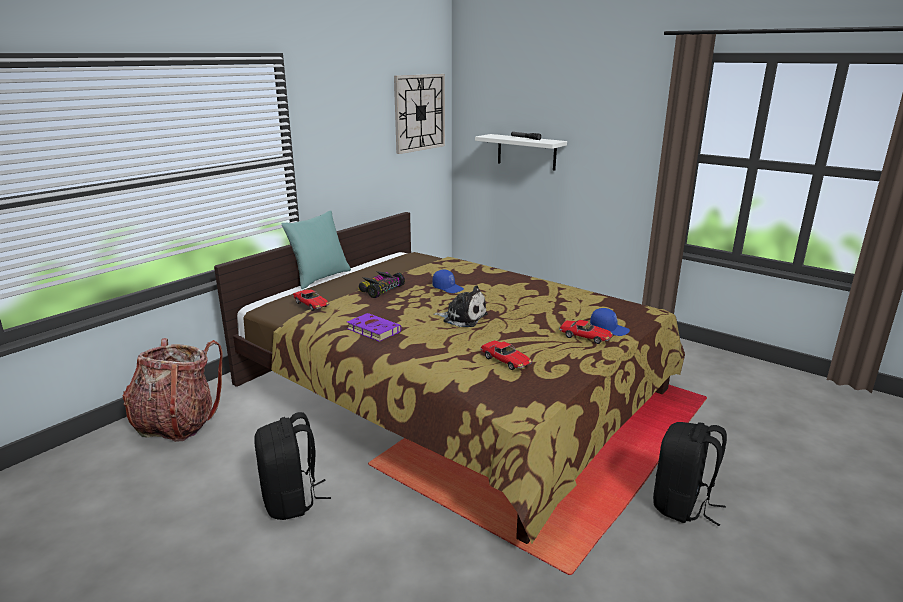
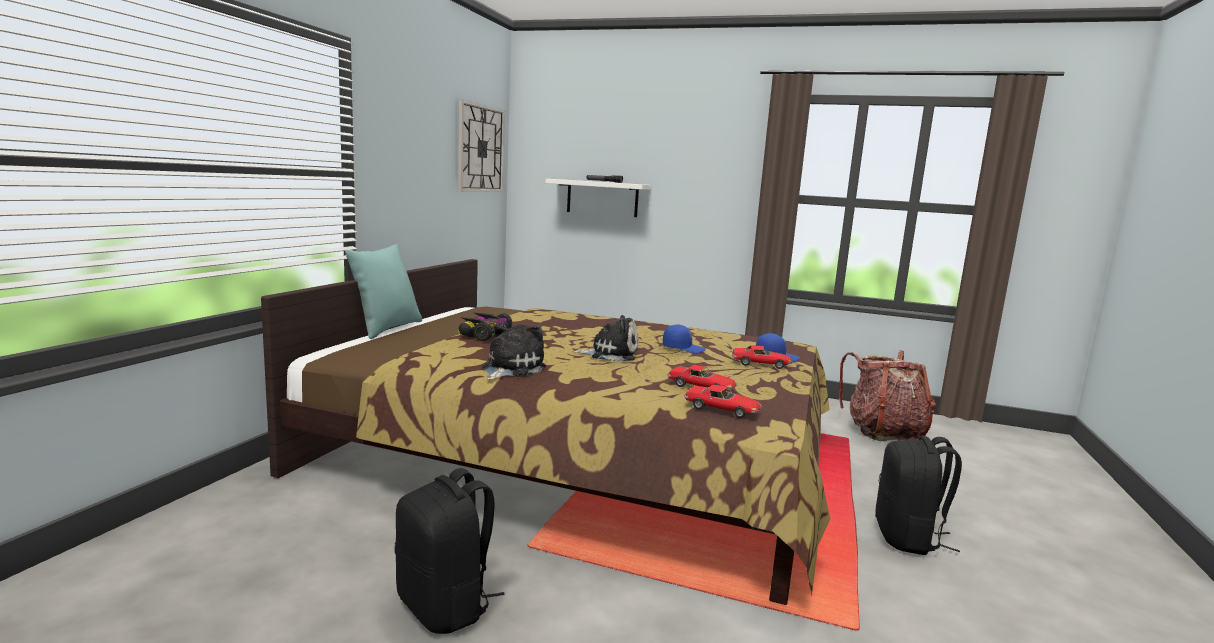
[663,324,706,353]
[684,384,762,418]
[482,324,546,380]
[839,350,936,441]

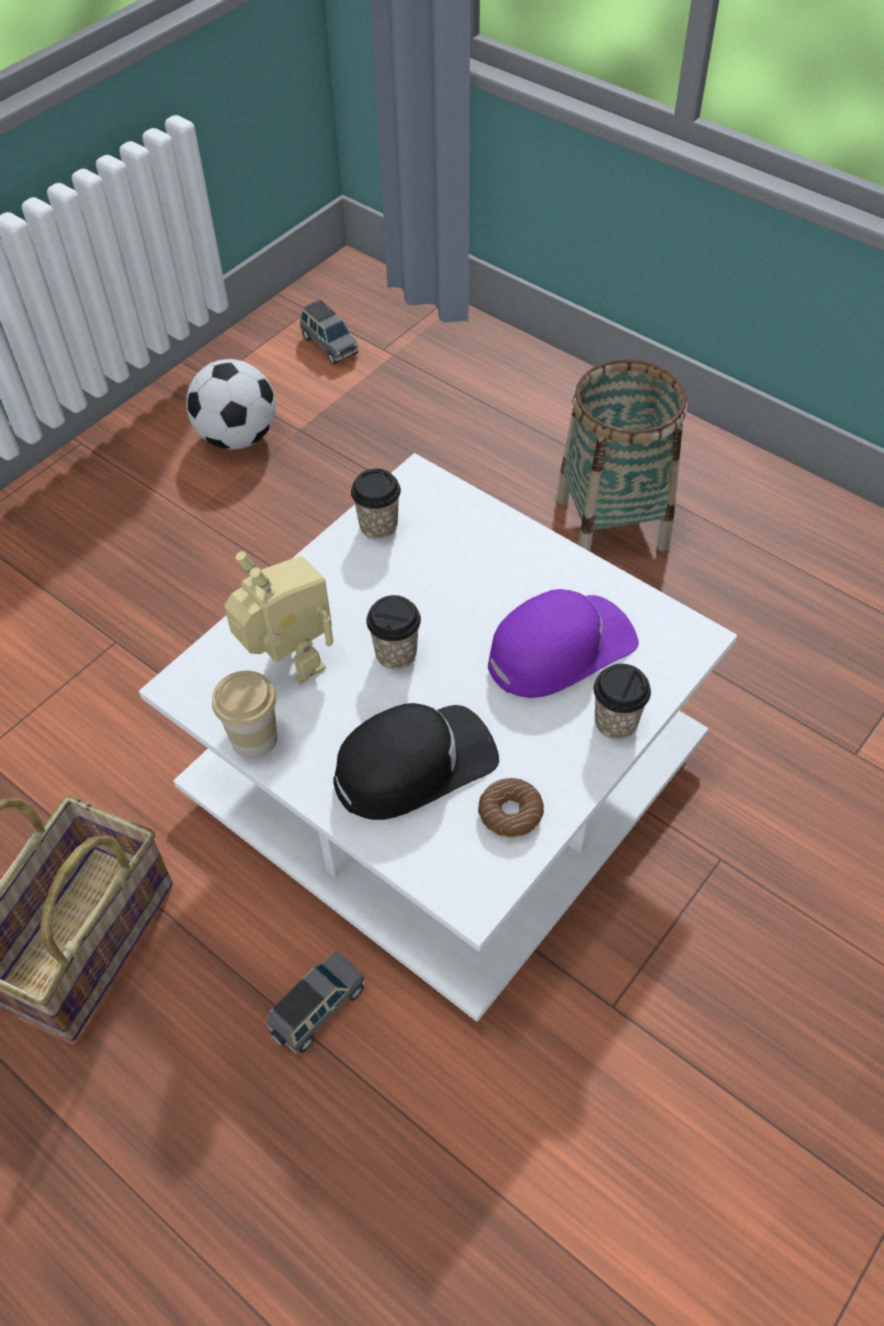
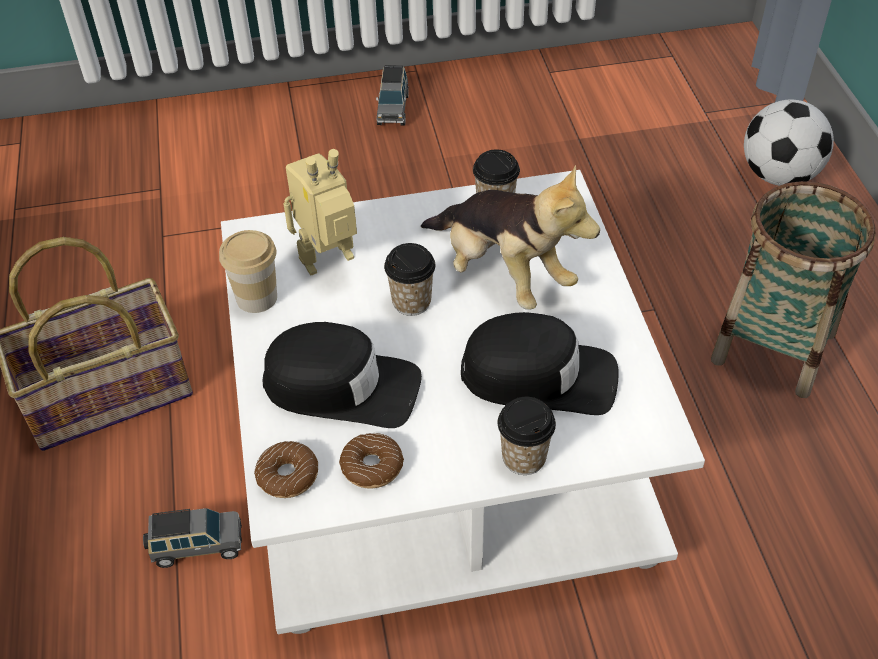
[376,65,409,126]
[744,99,834,186]
[283,149,357,276]
[461,312,619,415]
[421,165,600,310]
[254,441,318,498]

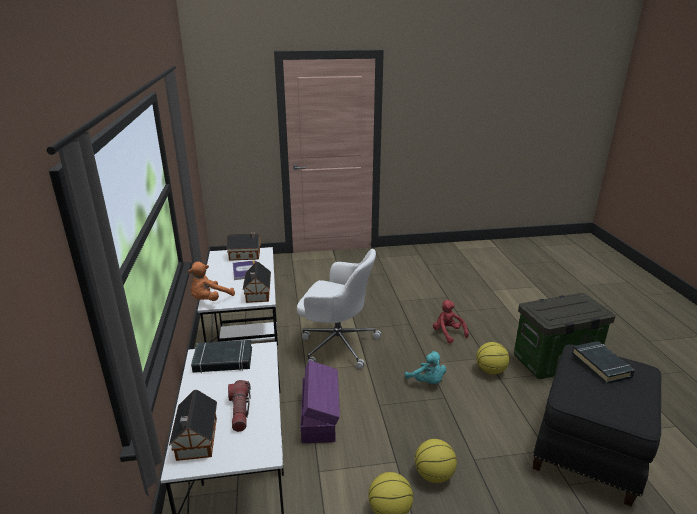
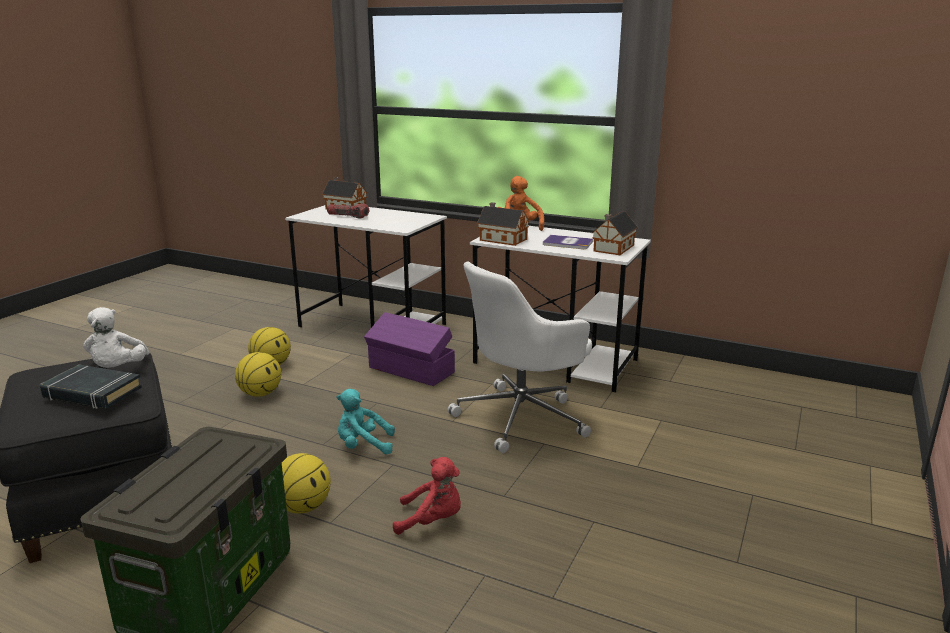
[191,340,252,373] (first image)
[83,307,150,368]

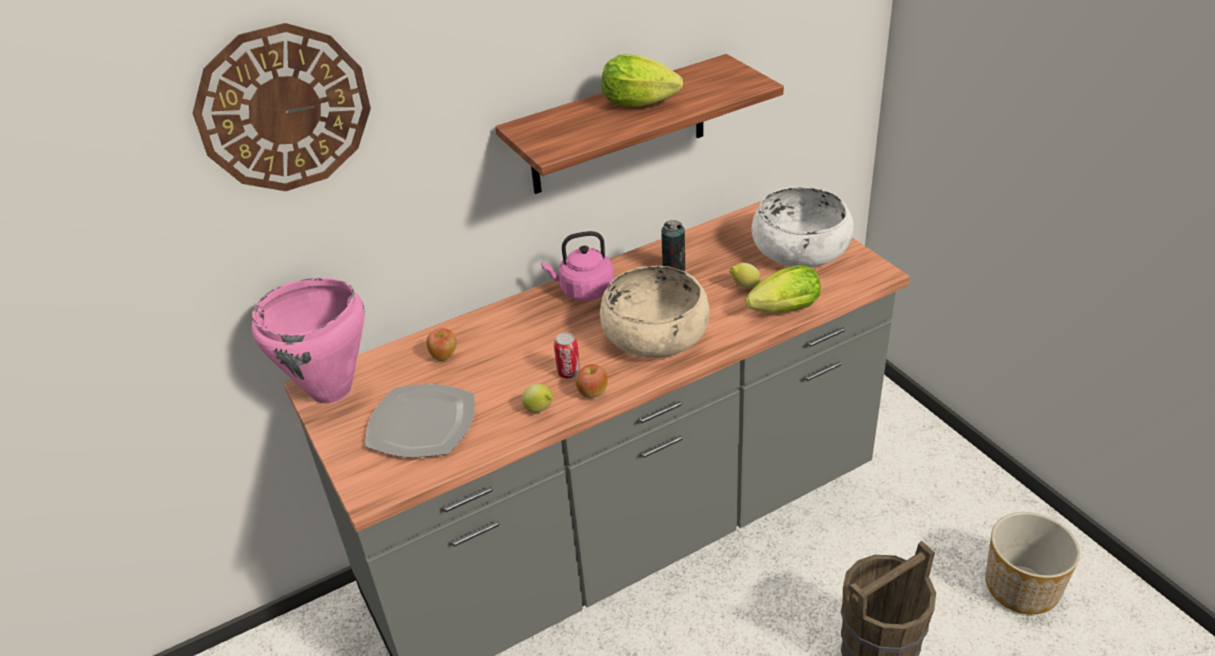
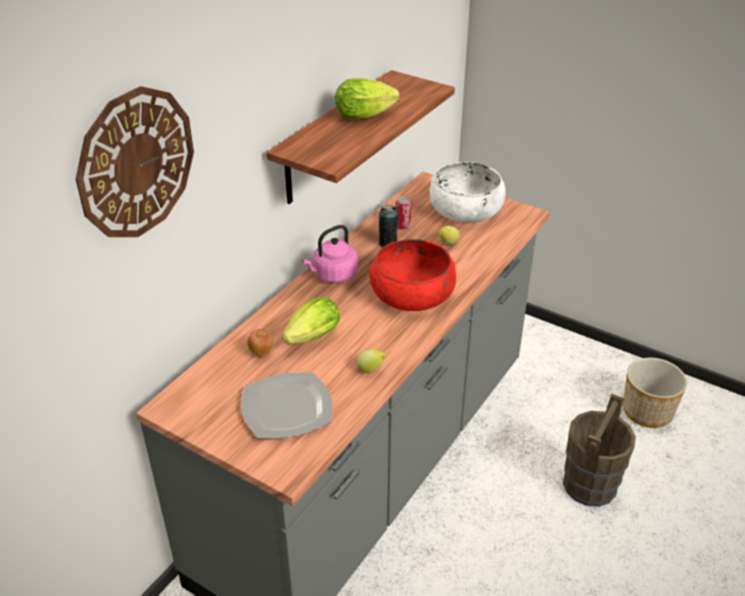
[282,297,340,344]
[369,239,456,311]
[252,278,365,403] (first image)
[395,197,411,229]
[575,364,608,398] (first image)

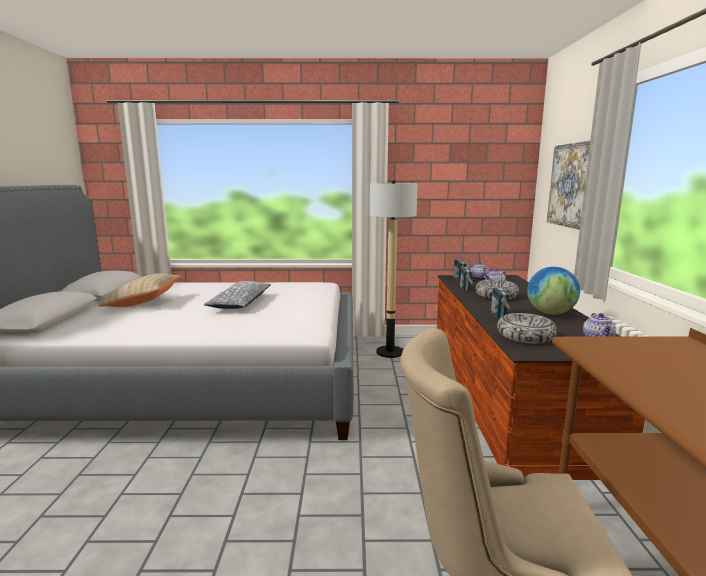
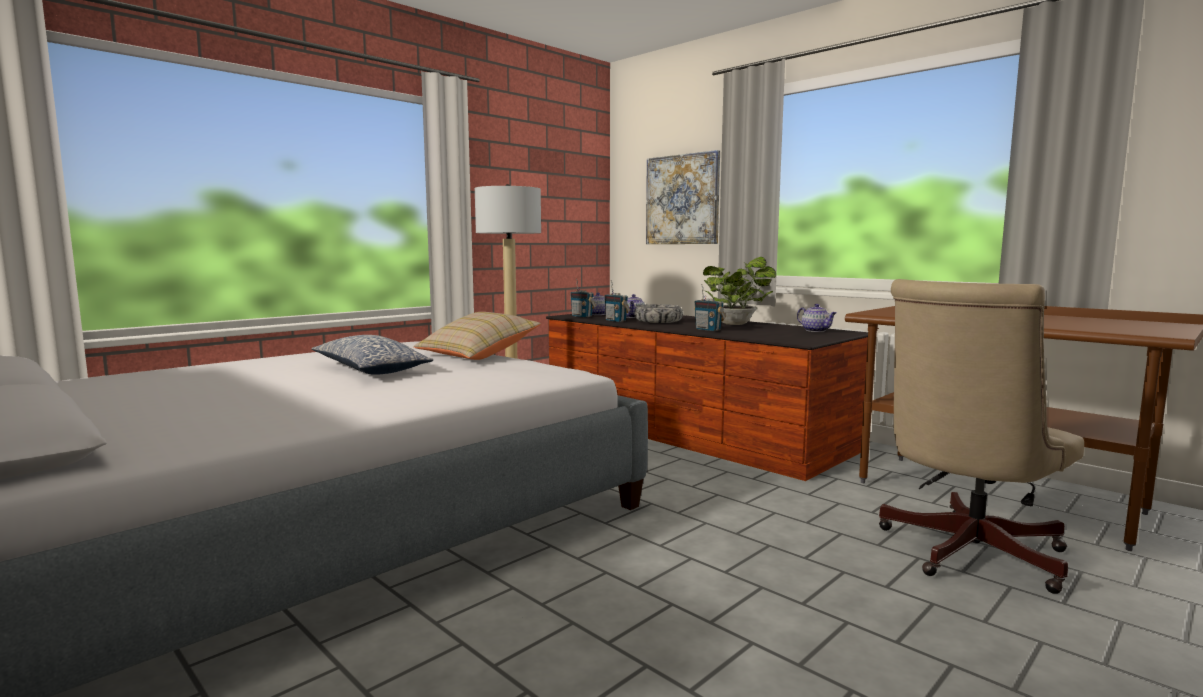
[703,257,776,325]
[413,312,541,360]
[497,313,557,344] (first image)

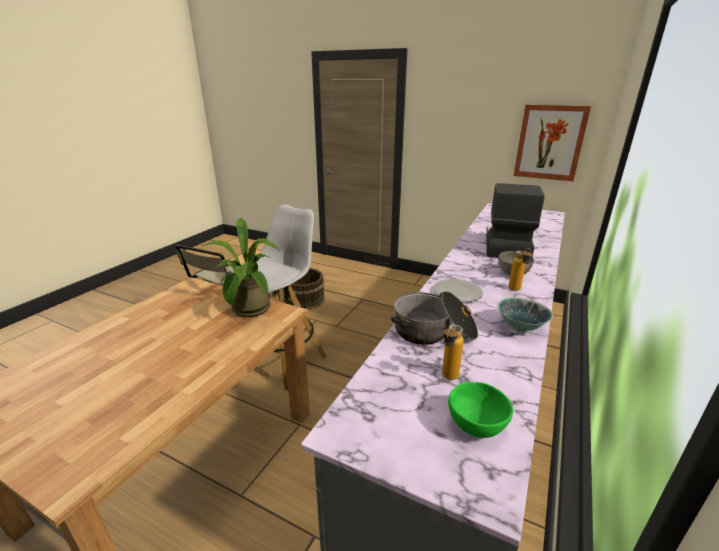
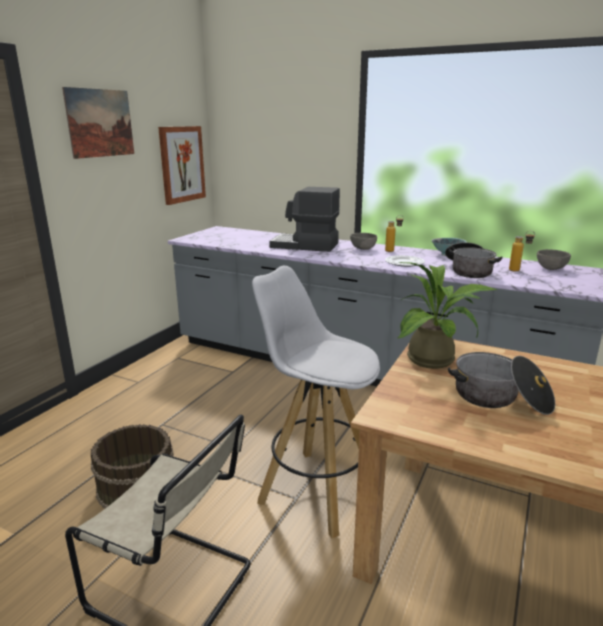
[537,249,571,270]
[62,87,134,159]
[448,352,555,415]

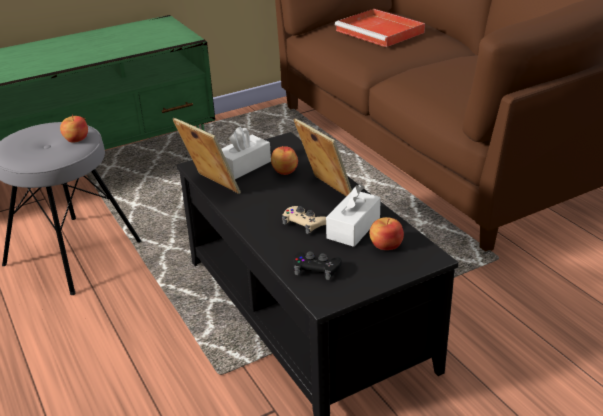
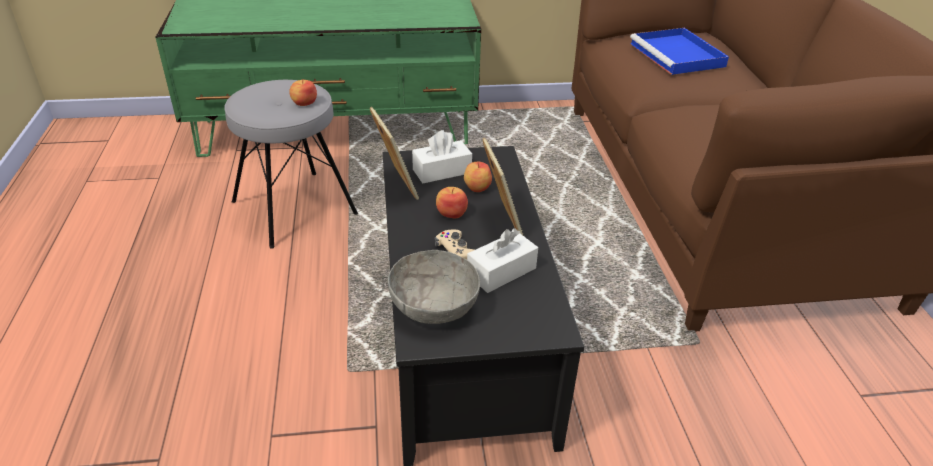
[630,28,729,75]
[436,187,468,218]
[388,250,480,324]

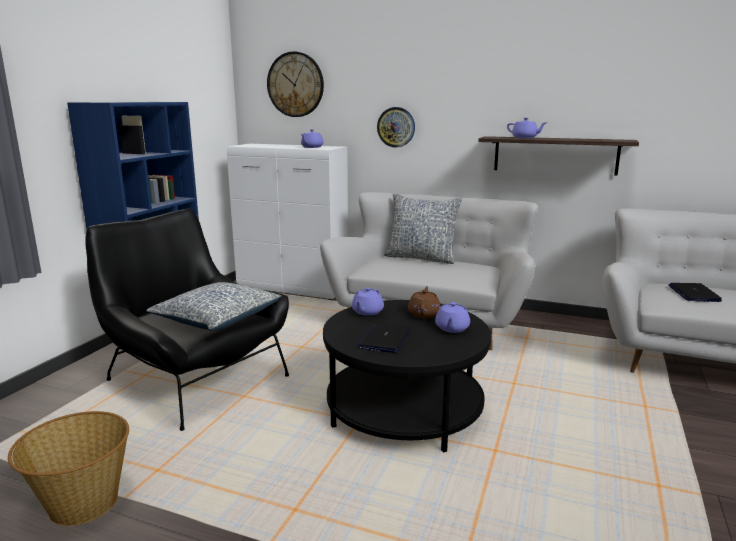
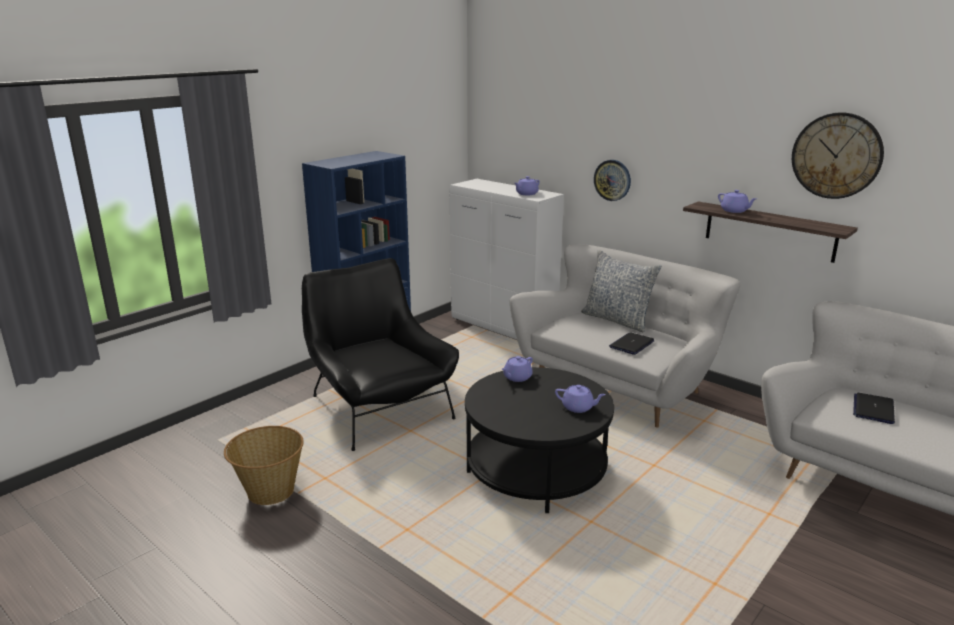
[792,112,884,199]
[146,282,281,331] (first image)
[408,286,441,318] (first image)
[555,385,606,413]
[609,332,655,355]

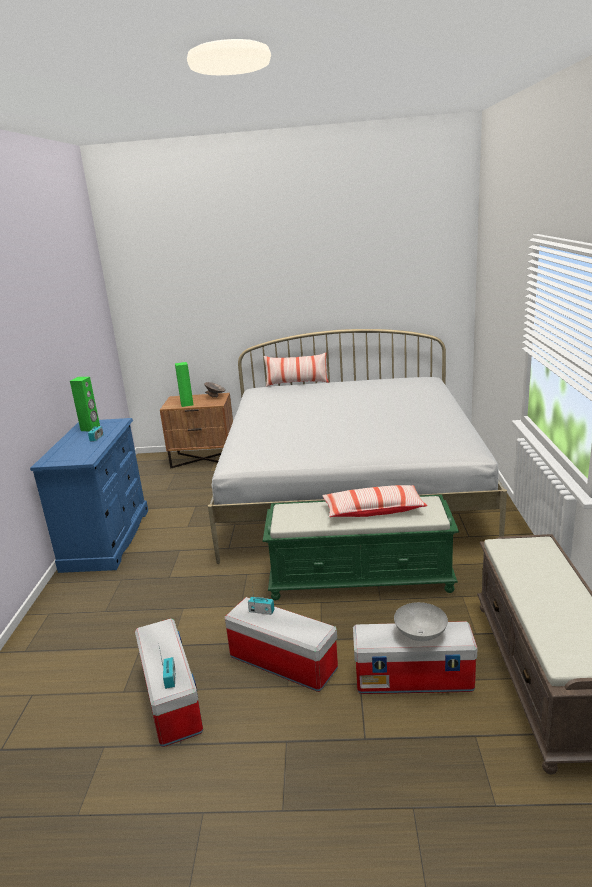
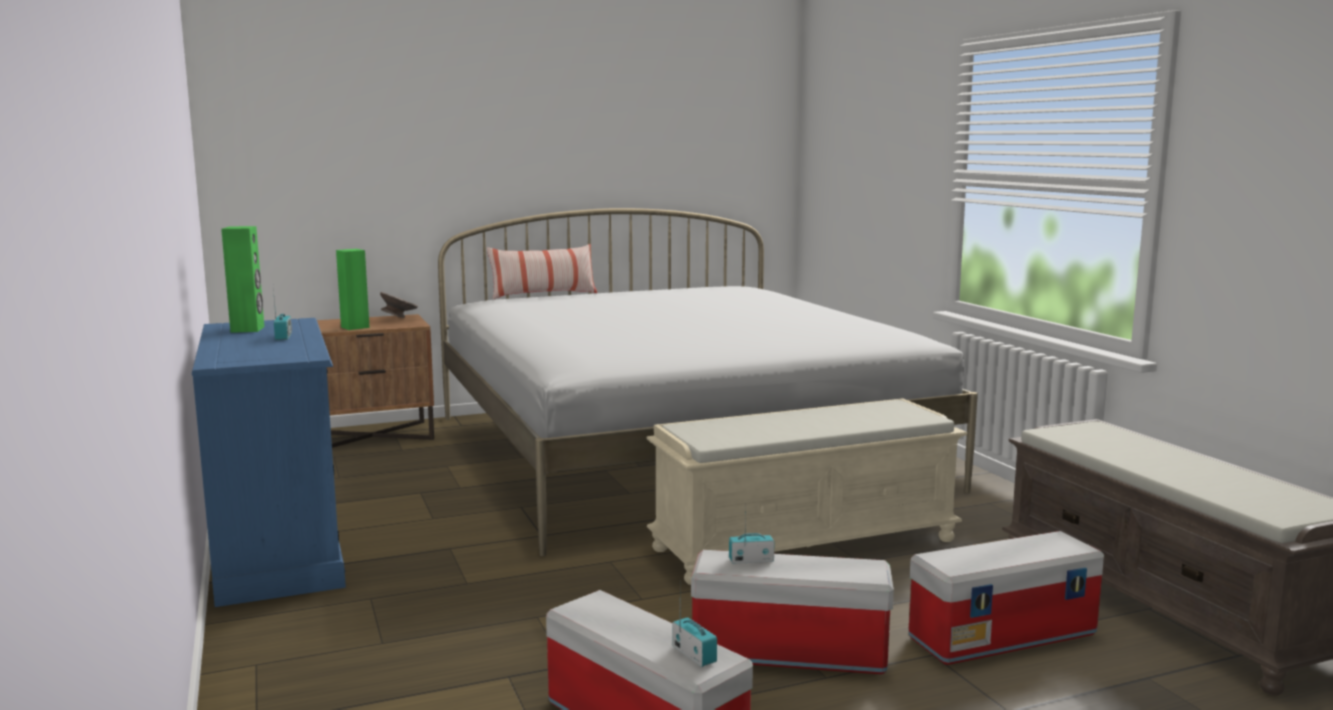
[322,485,427,517] (first image)
[646,398,967,585]
[394,602,448,641] (first image)

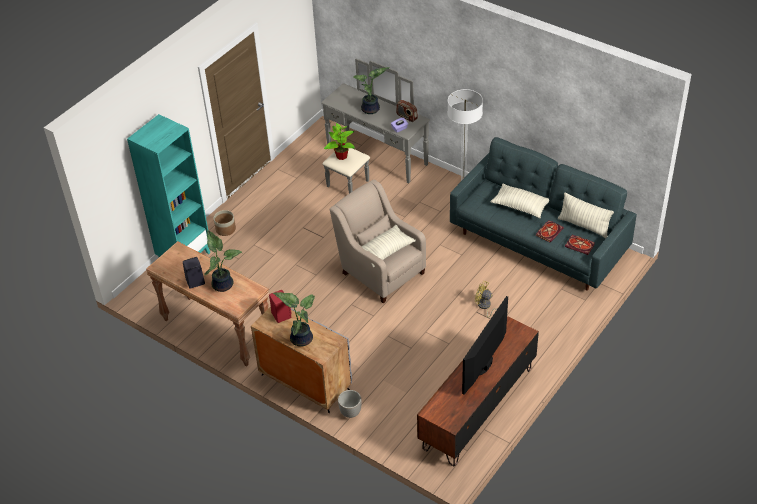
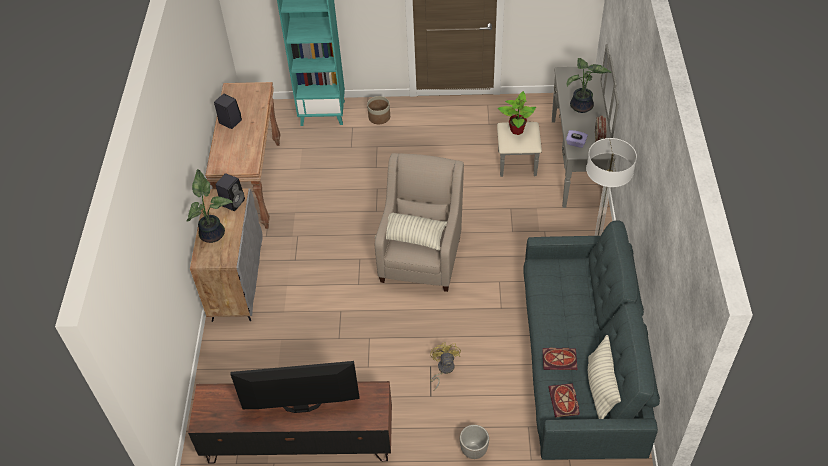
[490,184,549,218] (first image)
[204,230,242,292] (first image)
[216,173,245,211]
[460,425,489,459]

